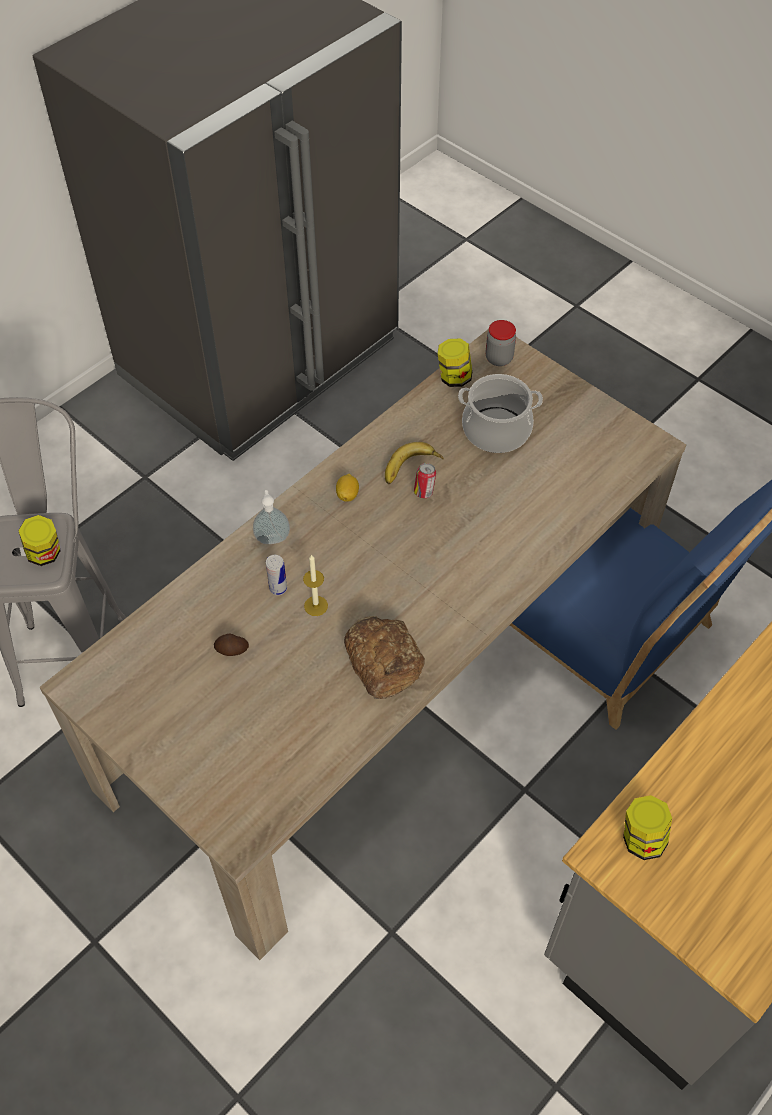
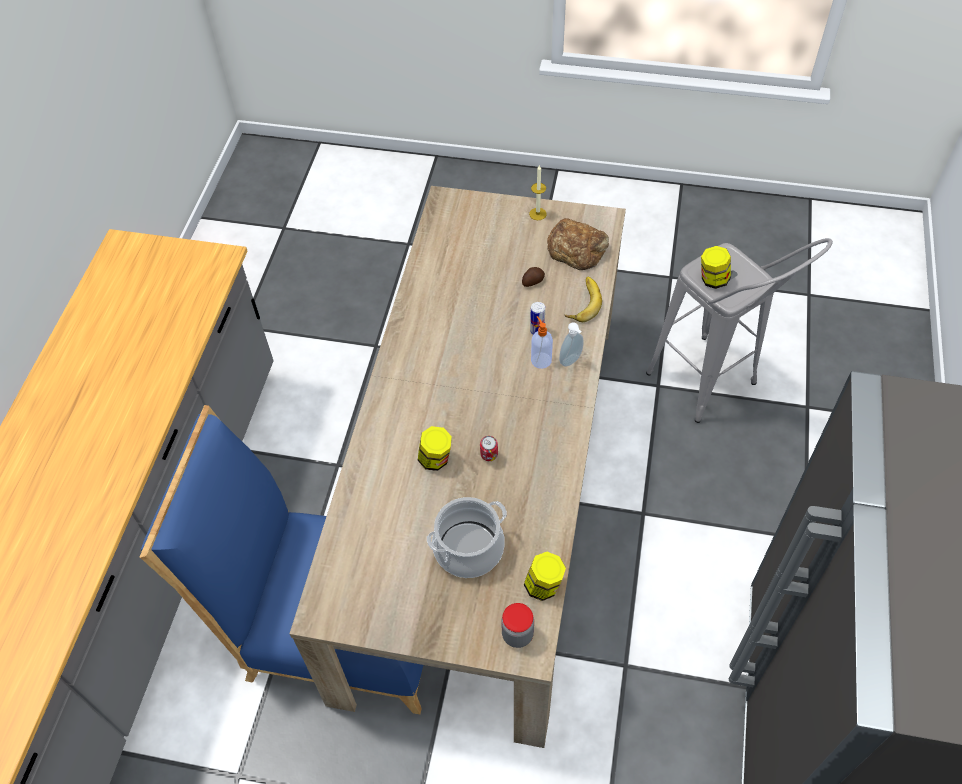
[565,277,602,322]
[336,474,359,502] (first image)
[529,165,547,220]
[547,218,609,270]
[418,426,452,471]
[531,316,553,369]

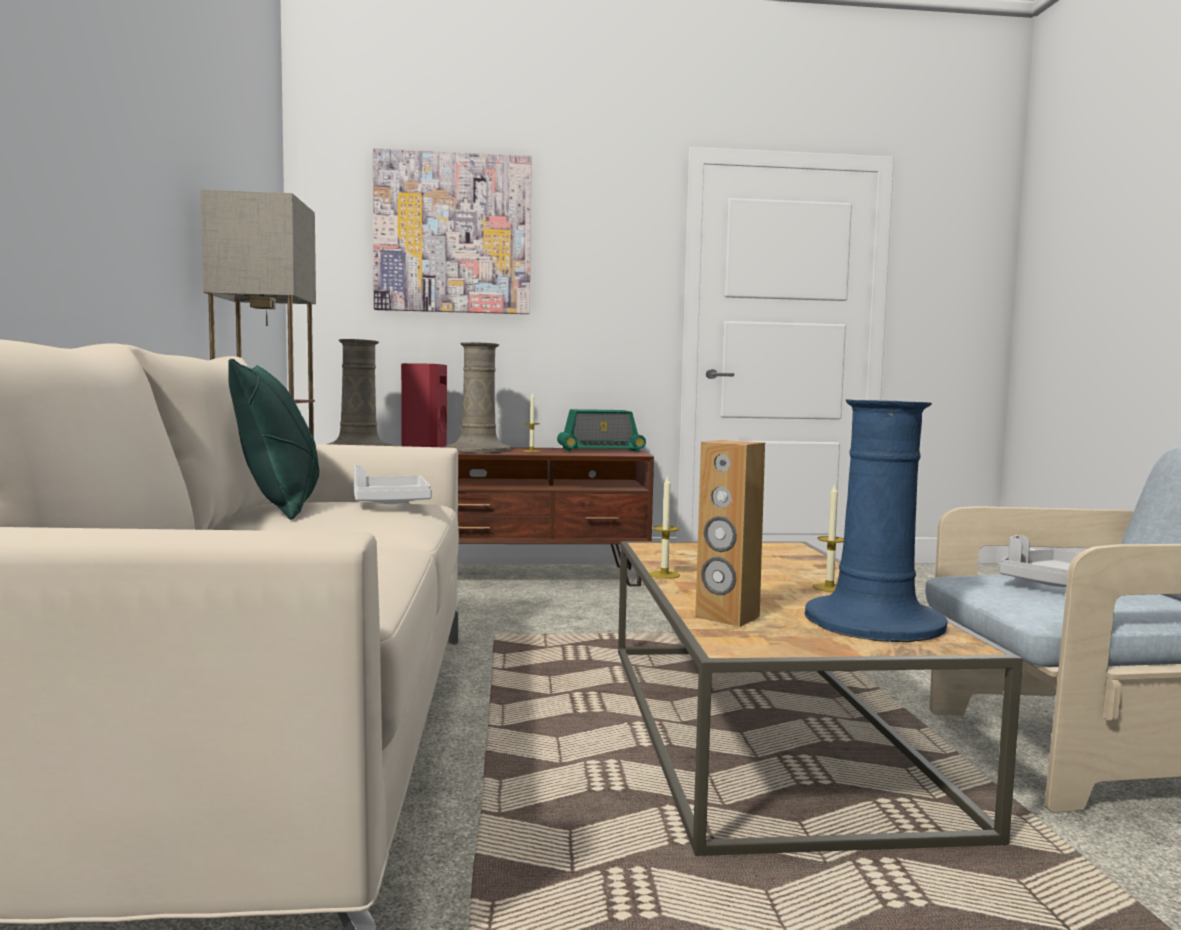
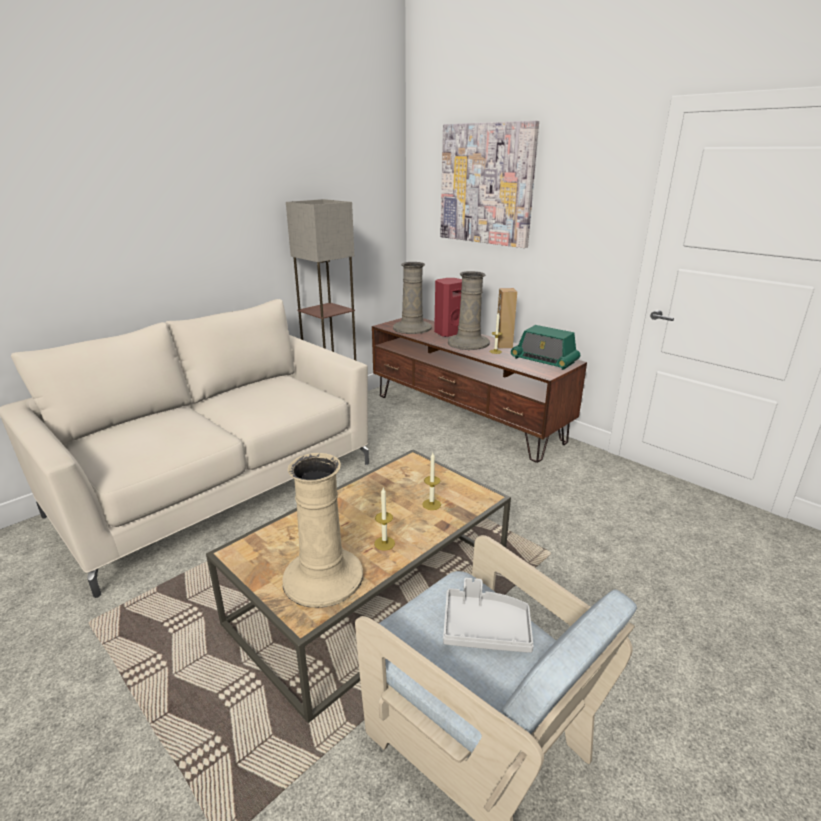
[228,359,319,520] (first image)
[283,453,363,608]
[497,288,517,348]
[354,465,432,504] (first image)
[422,453,441,510]

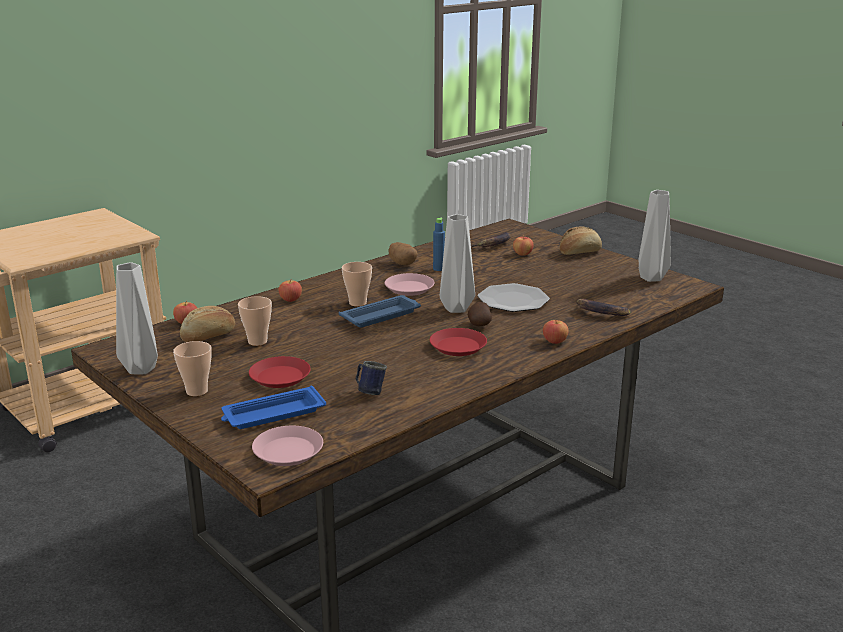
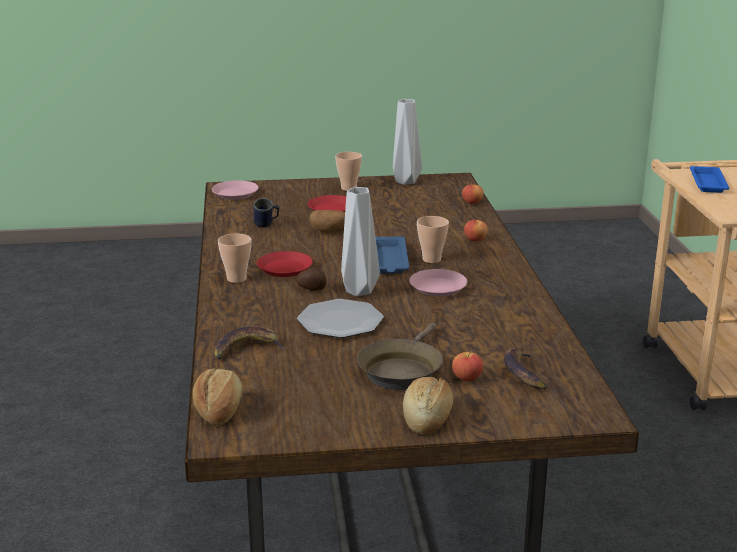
[638,190,671,282] (first image)
[433,218,445,271] (first image)
[309,210,345,233]
[218,234,251,283]
[193,368,242,425]
[543,319,569,344] (first image)
[690,166,729,193]
[357,322,443,390]

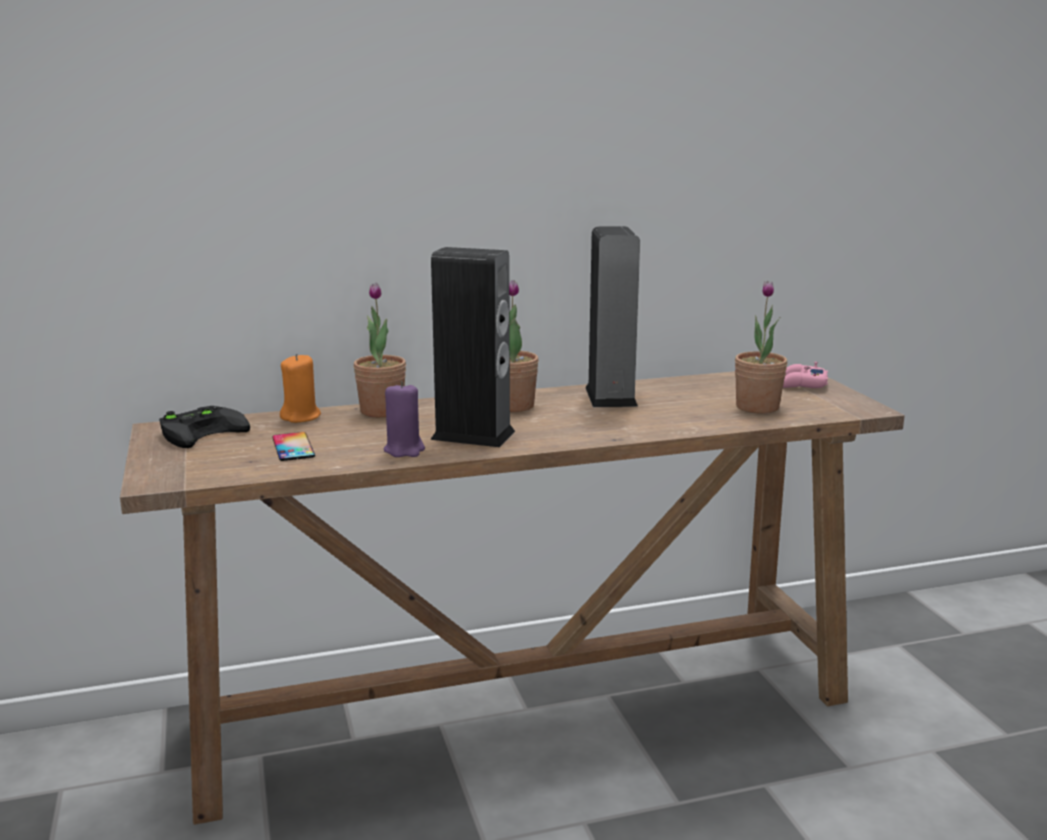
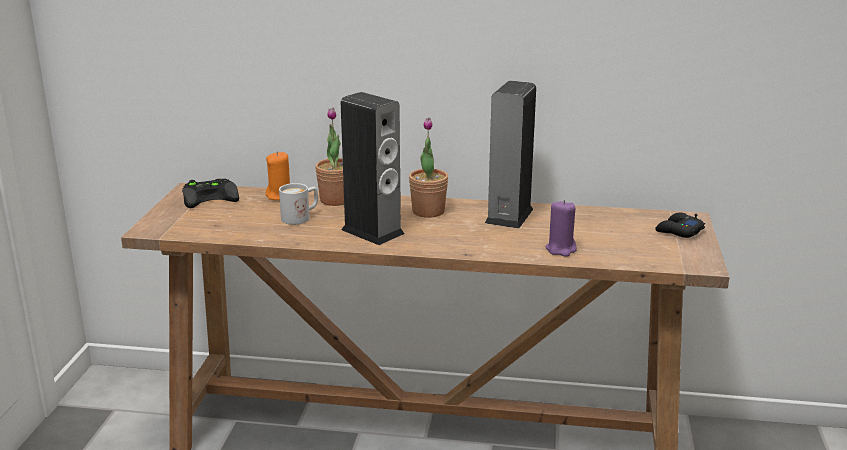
[735,281,788,414] (first image)
[655,213,705,238]
[546,200,577,257]
[272,432,315,461] (first image)
[279,183,318,225]

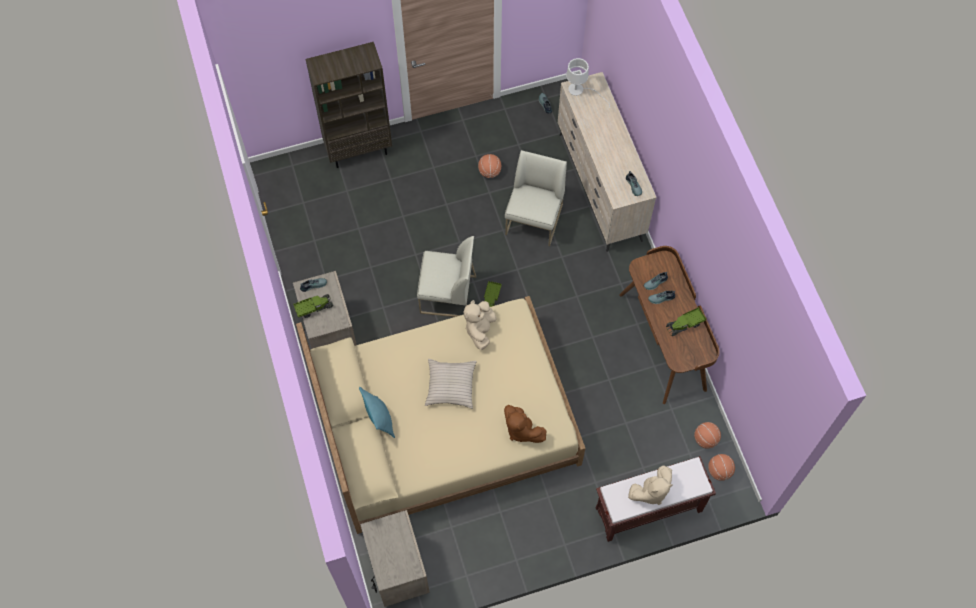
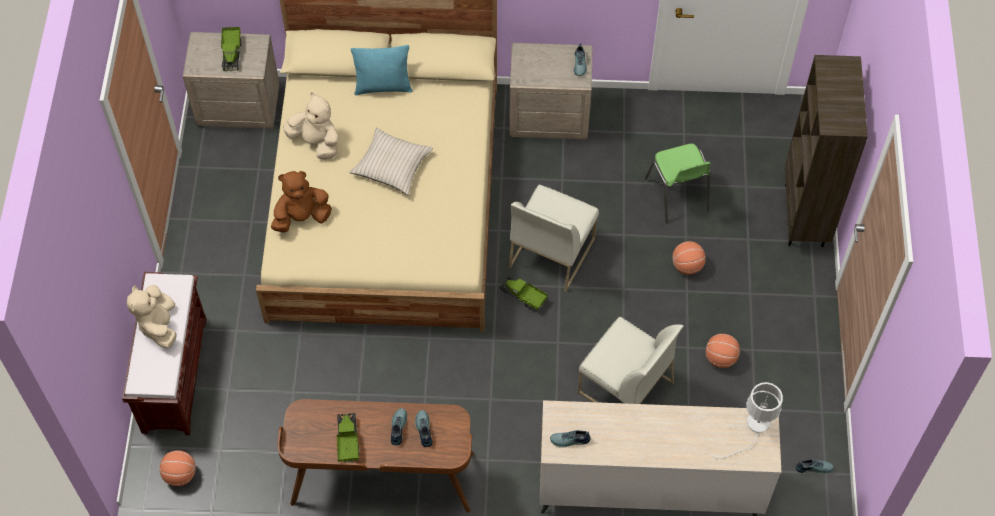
[221,27,241,71]
[283,92,339,160]
[672,241,706,275]
[645,144,710,223]

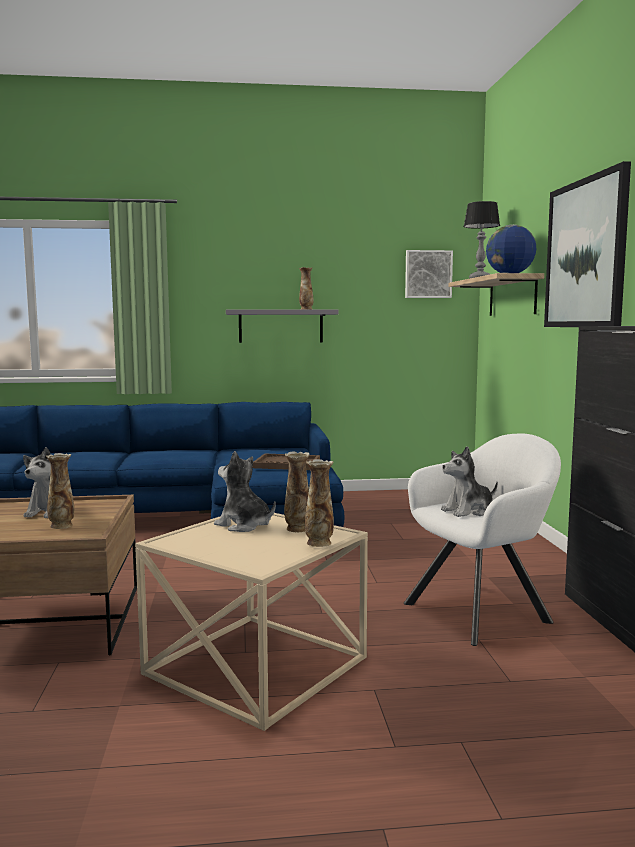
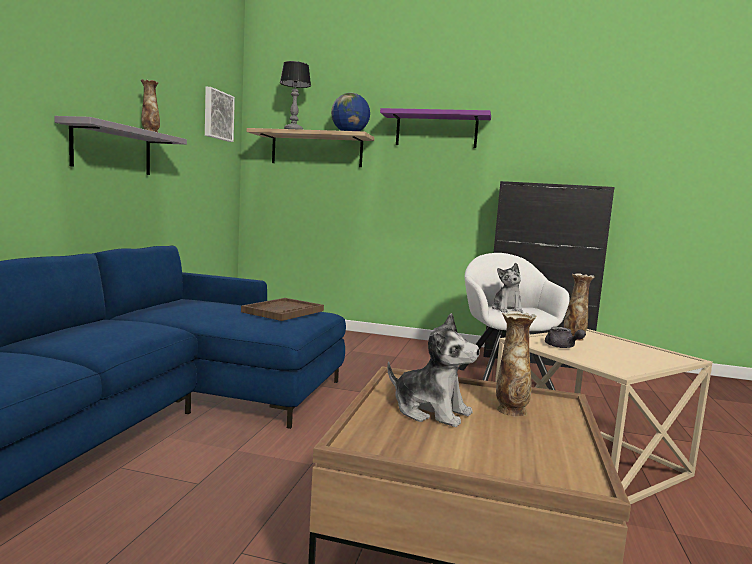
[380,108,491,148]
[545,327,586,348]
[305,459,334,547] (first image)

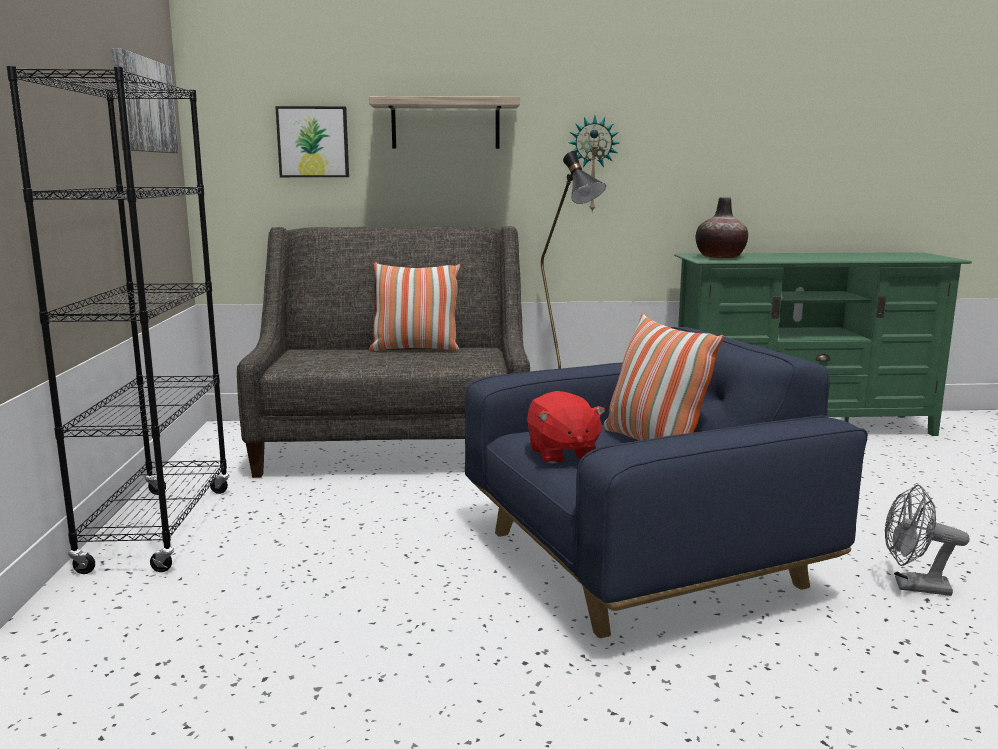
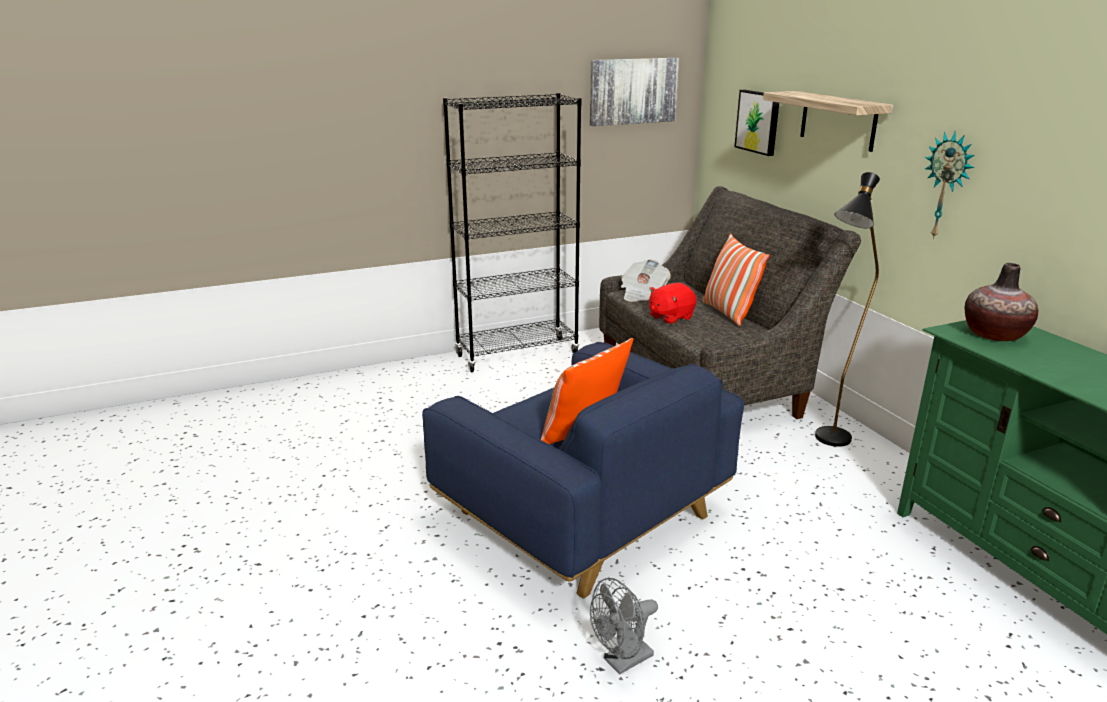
[649,283,697,324]
[590,578,658,675]
[621,259,671,302]

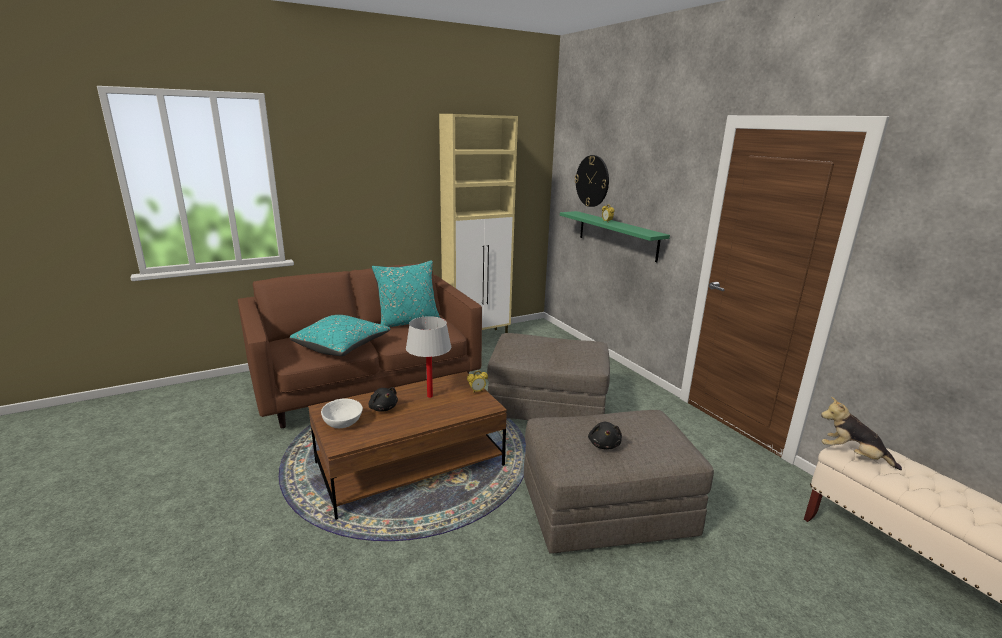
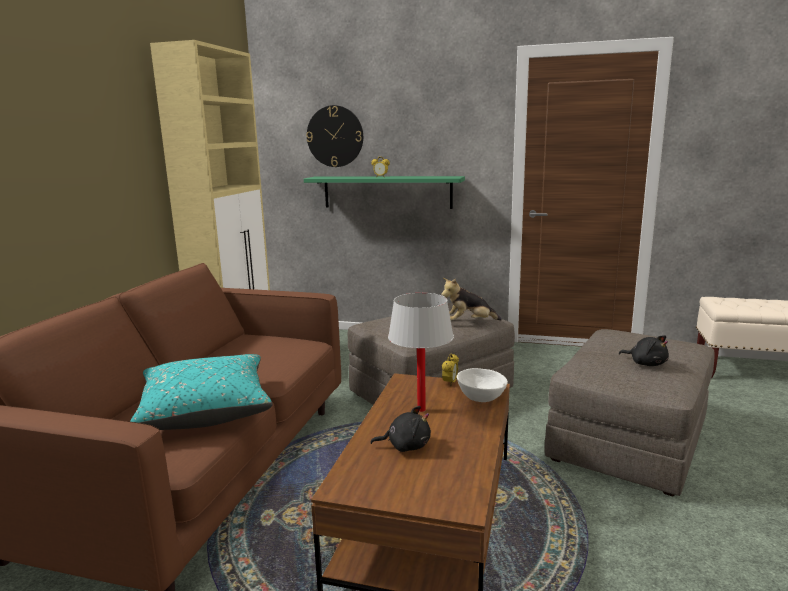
[372,260,440,327] (first image)
[441,278,502,321]
[457,368,508,402]

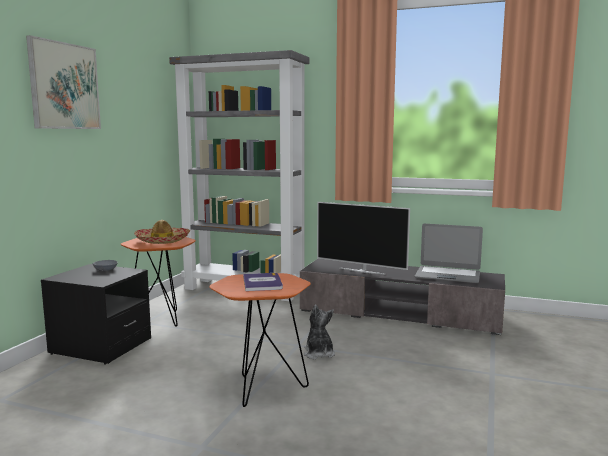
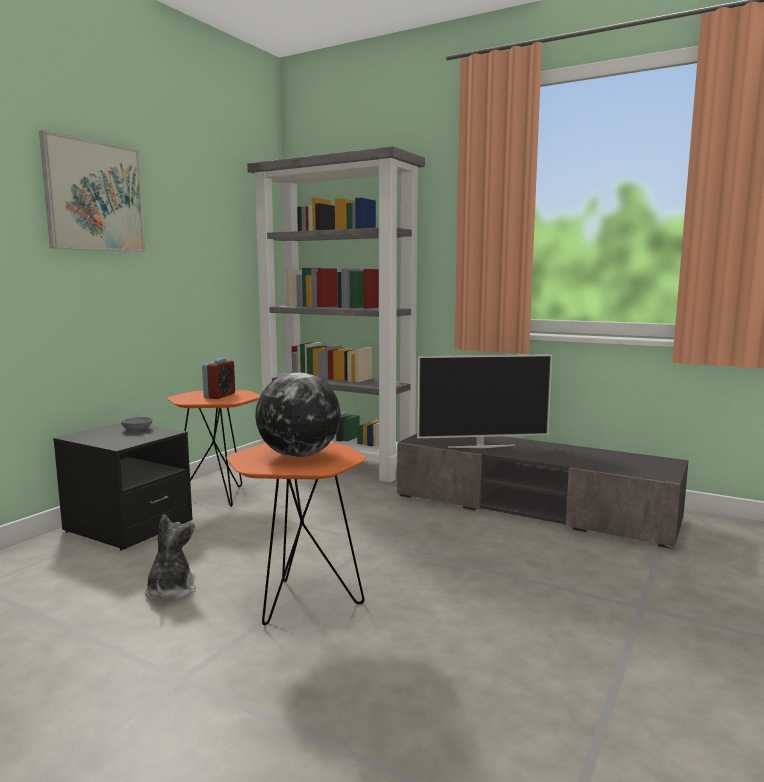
[417,354,552,448]
[202,358,235,399]
[415,224,483,283] (first image)
[255,373,341,457]
[145,514,196,600]

